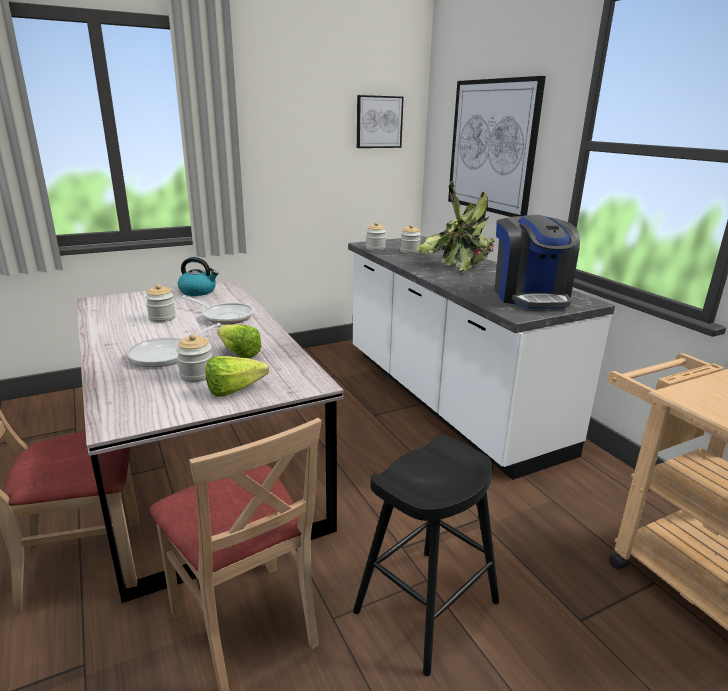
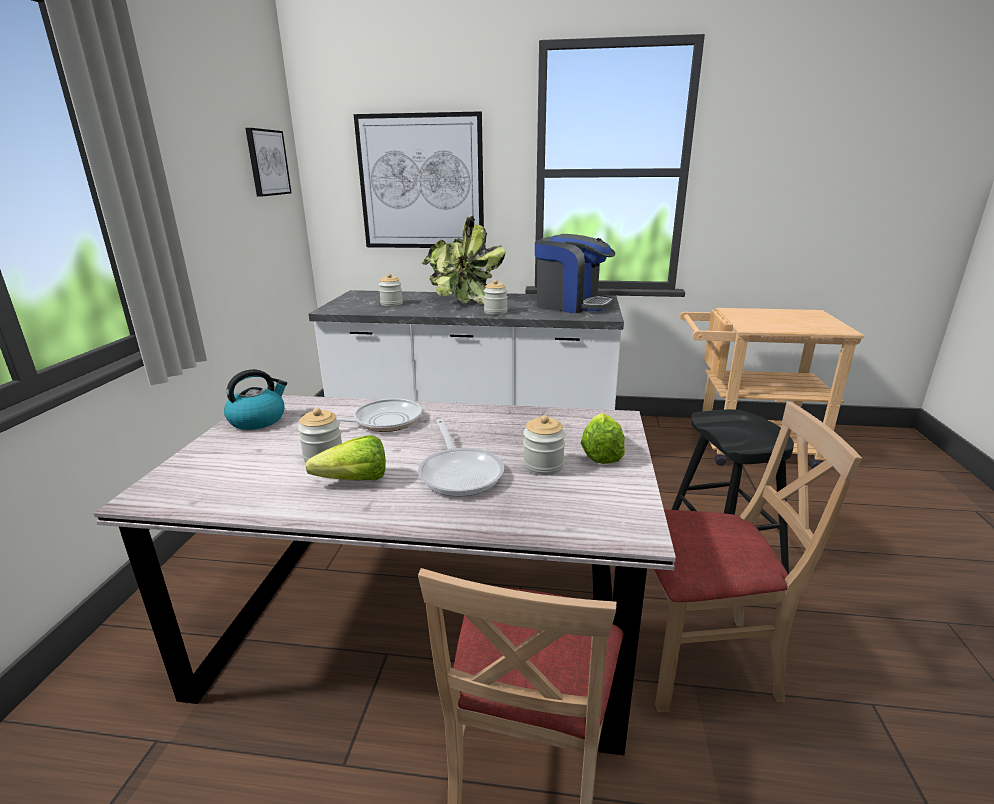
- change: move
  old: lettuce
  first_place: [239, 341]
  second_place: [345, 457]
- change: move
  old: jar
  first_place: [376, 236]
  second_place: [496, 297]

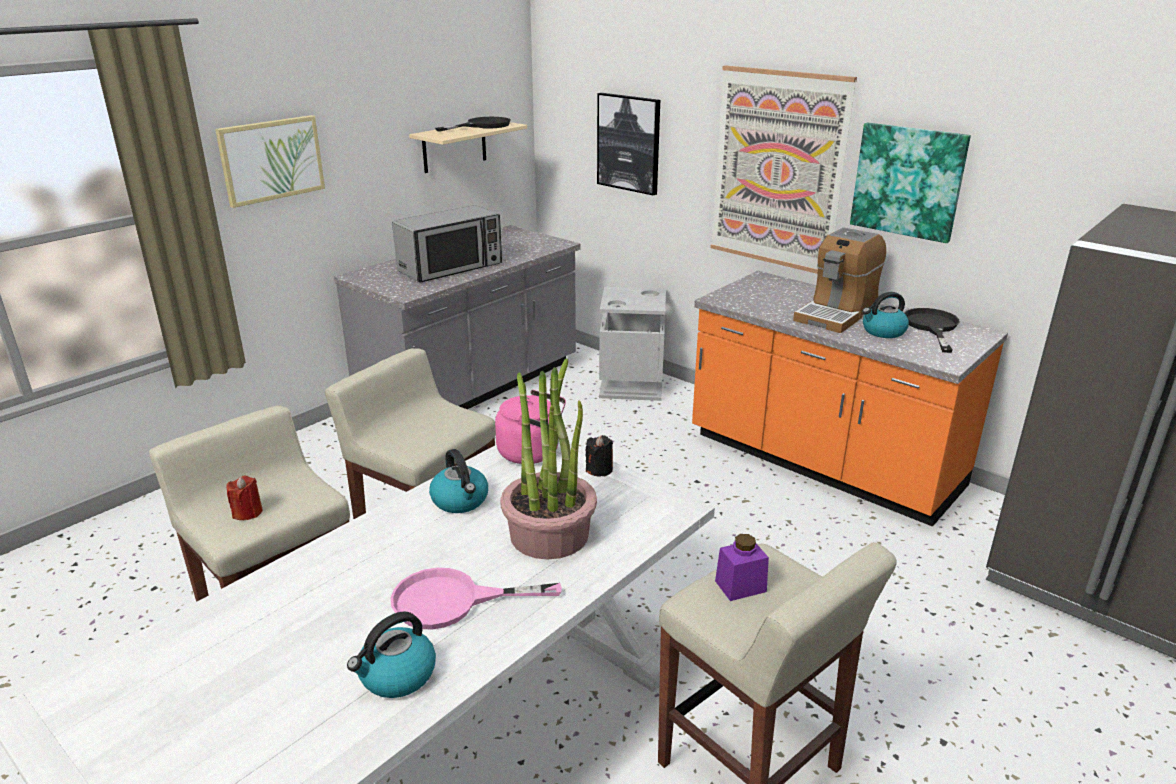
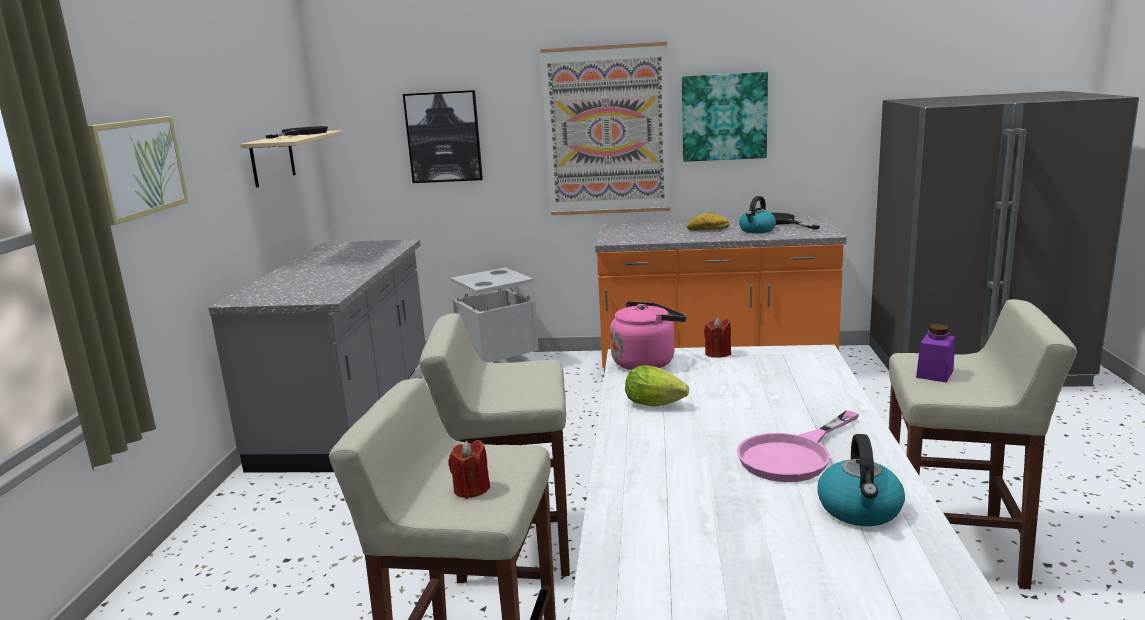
- change: replace
  old: kettle
  new: lettuce
  first_place: [458, 481]
  second_place: [657, 386]
- change: replace
  old: coffee machine
  new: bread
  first_place: [839, 280]
  second_place: [708, 221]
- change: recolor
  old: black candle
  new: red candle
  first_place: [599, 455]
  second_place: [717, 337]
- change: delete
  old: microwave
  first_place: [447, 244]
- change: delete
  old: potted plant
  first_place: [548, 459]

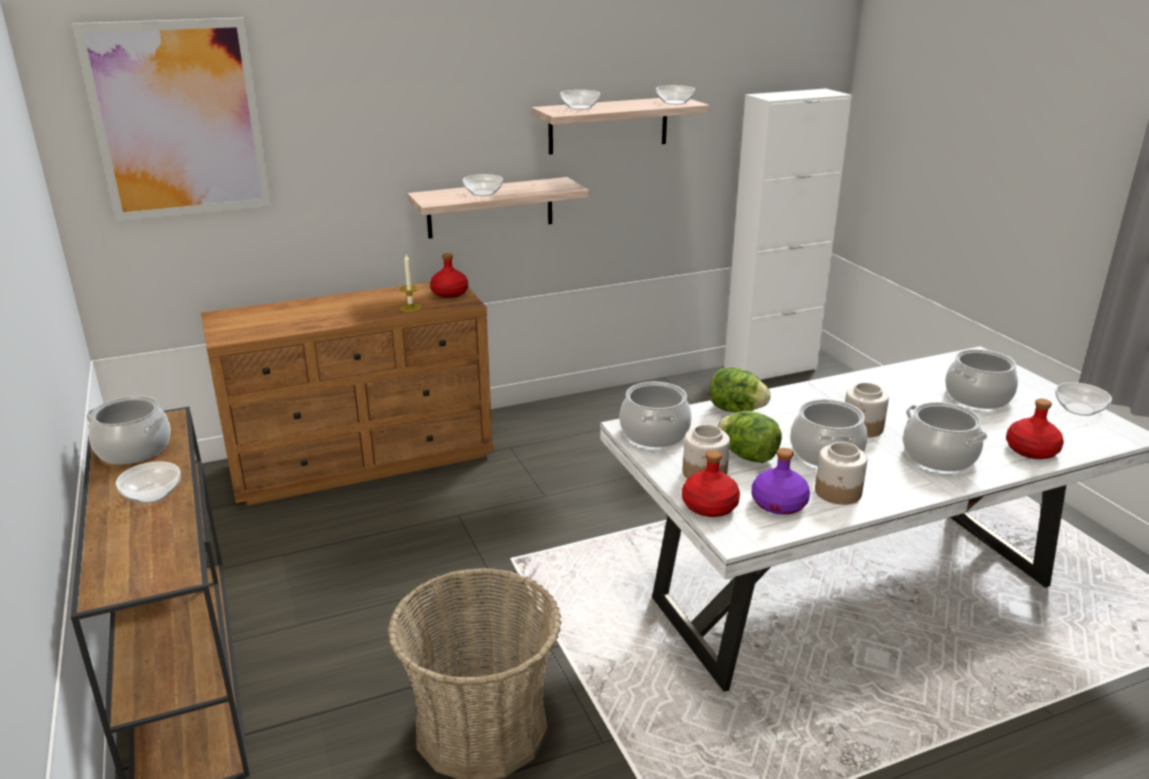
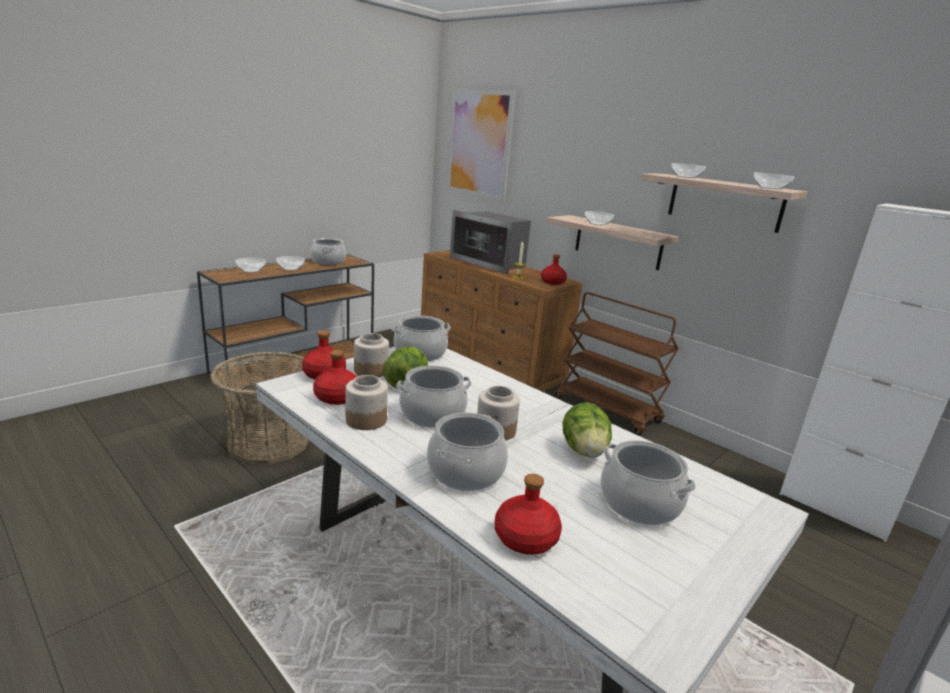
- change: move
  old: bowl
  first_place: [1083, 399]
  second_place: [250, 265]
- change: recolor
  old: purple bottle
  new: red bottle
  first_place: [780, 481]
  second_place: [335, 377]
- change: insert
  new: microwave
  second_place: [490, 242]
- change: insert
  new: brown cart
  second_place: [617, 363]
- change: move
  old: lettuce
  first_place: [740, 390]
  second_place: [587, 430]

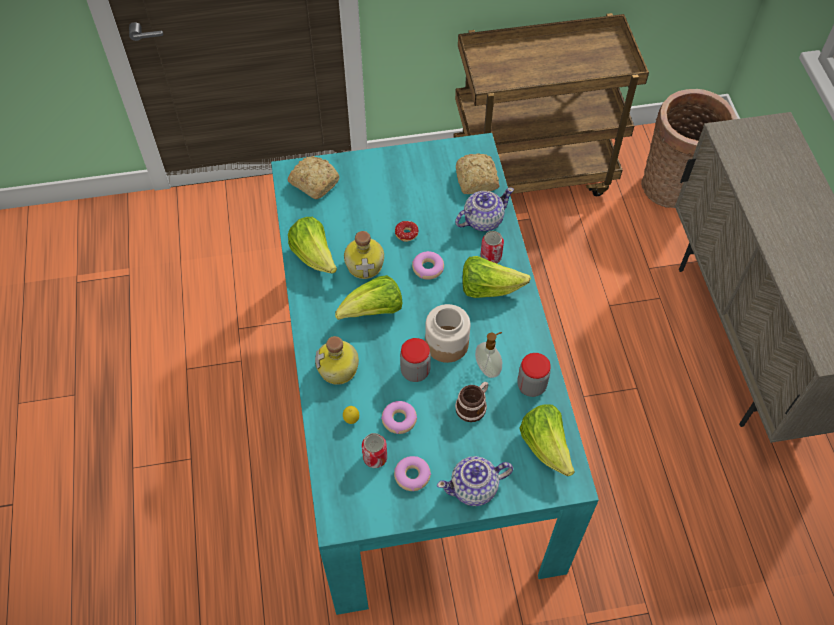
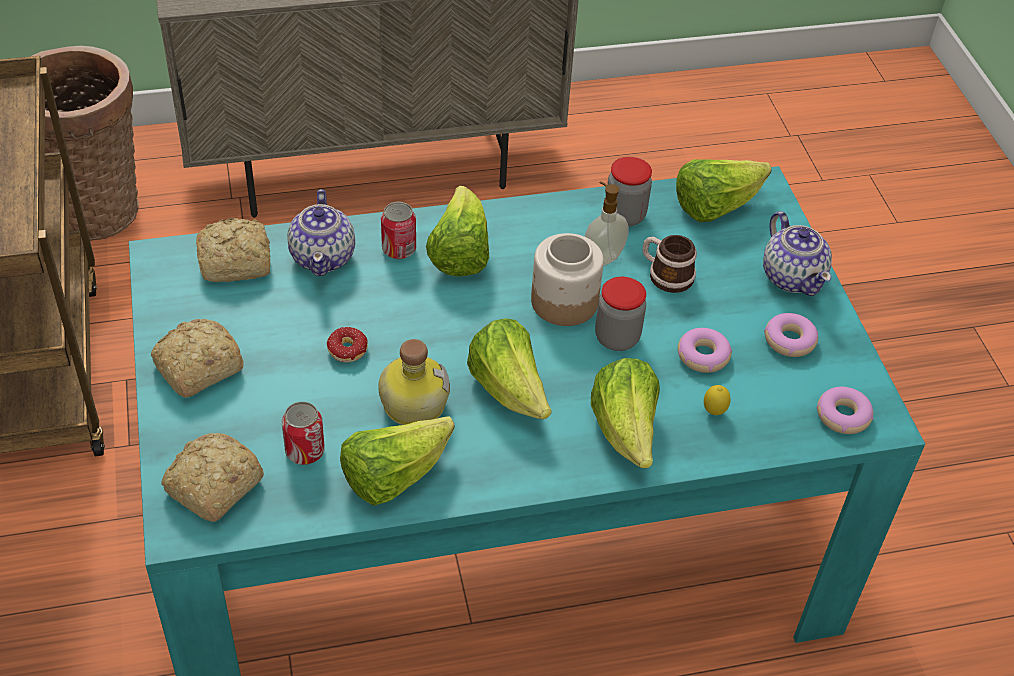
- change: insert
  new: bread
  second_place: [197, 358]
- change: move
  old: can
  first_place: [374, 450]
  second_place: [303, 433]
- change: rotate
  old: teapot
  first_place: [484, 209]
  second_place: [321, 233]
  degrees: -150
- change: replace
  old: bottle
  new: lettuce
  first_place: [337, 360]
  second_place: [625, 413]
- change: move
  old: donut
  first_place: [428, 265]
  second_place: [845, 410]

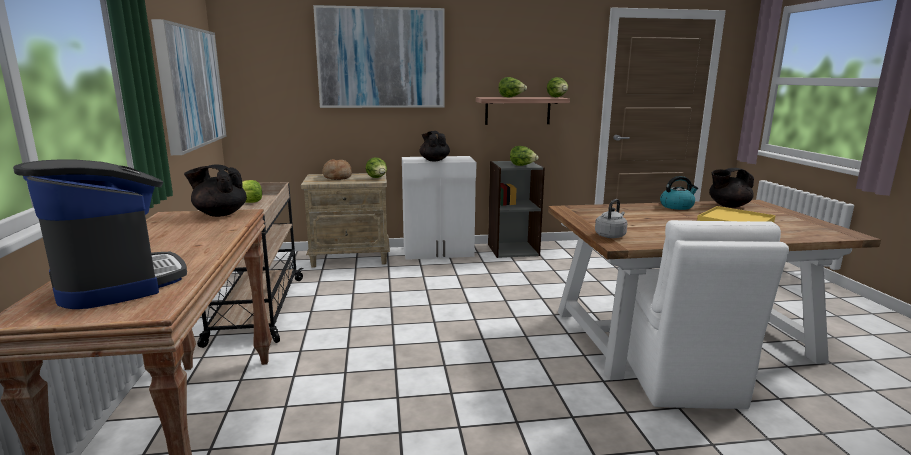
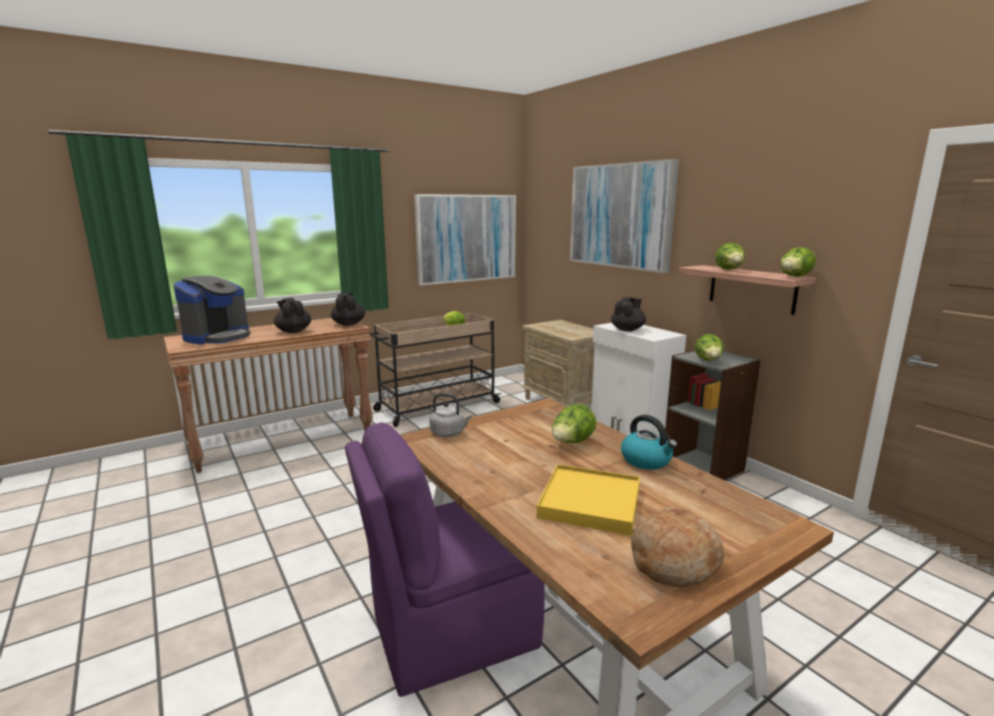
- change: move
  old: black teapot
  first_place: [731, 188]
  second_place: [292, 315]
- change: recolor
  old: white chair
  new: purple chair
  first_place: [708, 314]
  second_place: [445, 559]
- change: move
  old: lettuce
  first_place: [376, 167]
  second_place: [574, 423]
- change: move
  old: bread
  first_place: [337, 169]
  second_place: [677, 547]

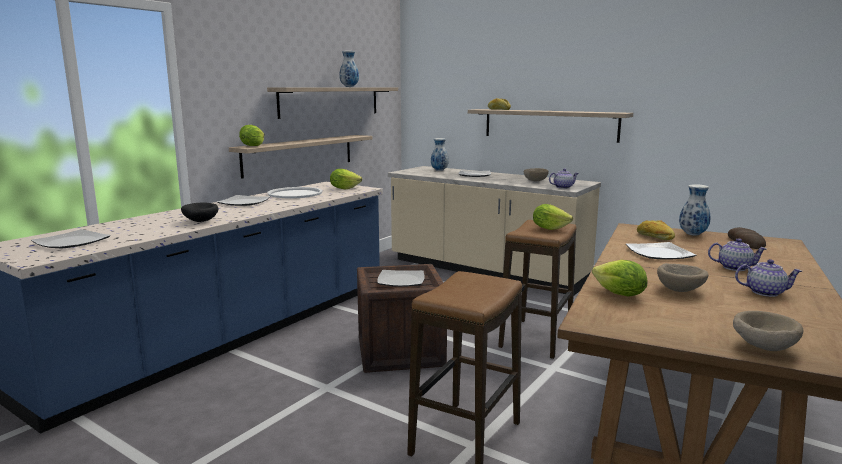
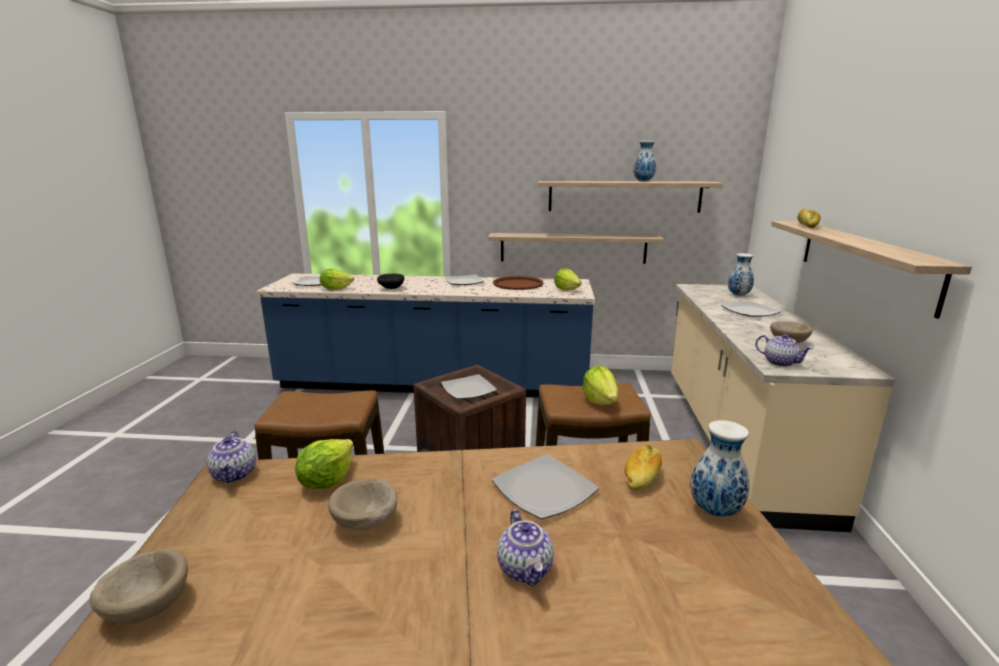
- change: move
  old: teapot
  first_place: [768, 278]
  second_place: [231, 457]
- change: move
  old: lettuce
  first_place: [252, 135]
  second_place: [337, 279]
- change: recolor
  old: white tray
  new: brown tray
  first_place: [295, 192]
  second_place: [518, 283]
- change: delete
  old: bread
  first_place: [747, 238]

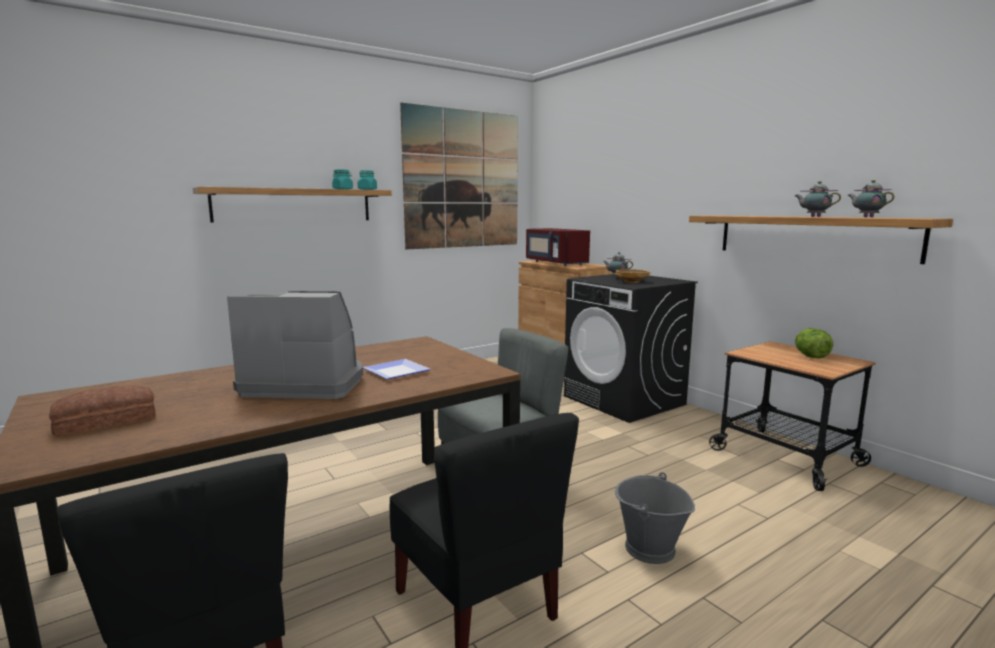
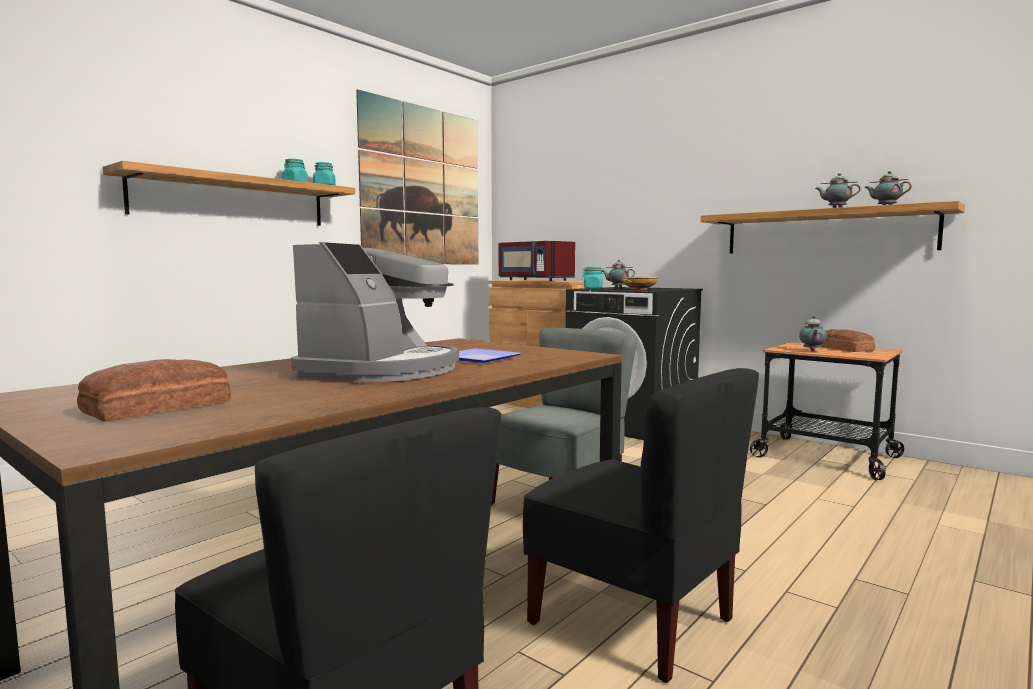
- change: rotate
  old: coffee machine
  first_place: [295, 345]
  second_place: [375, 312]
  degrees: 120
- change: insert
  new: turquoise jar
  second_place: [593, 278]
- change: insert
  new: teapot
  second_place: [813, 333]
- change: replace
  old: lettuce
  new: bread
  first_place: [814, 343]
  second_place: [848, 340]
- change: delete
  old: grey bucket
  first_place: [655, 518]

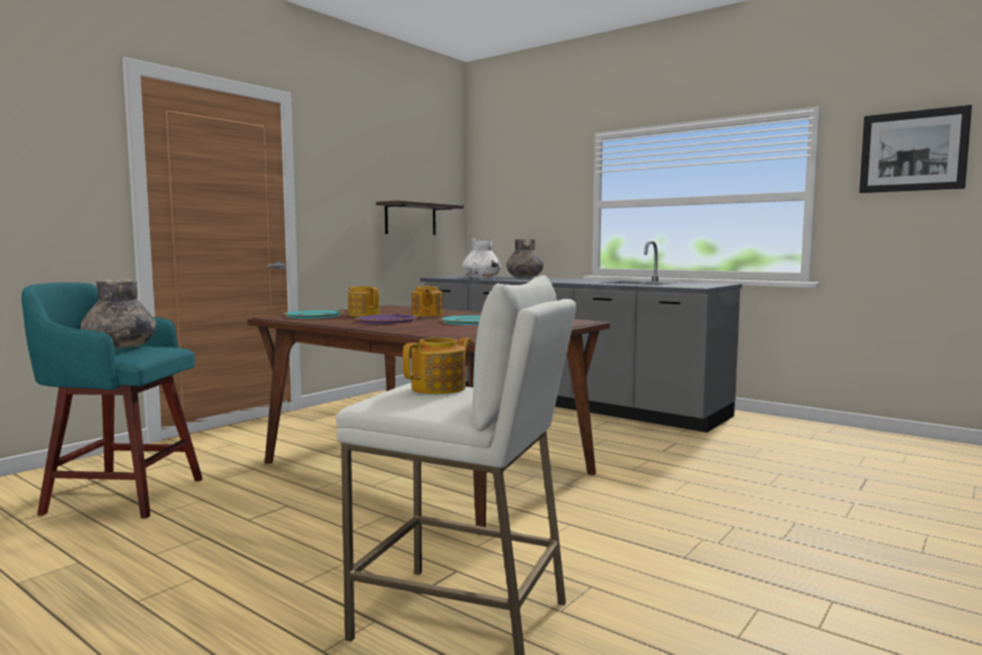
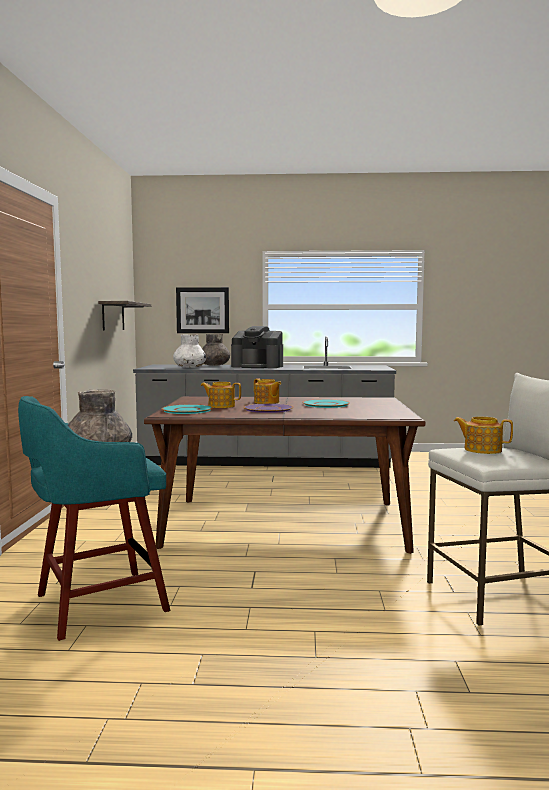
- change: move
  old: picture
  first_place: [915, 149]
  second_place: [202, 310]
- change: insert
  new: coffee machine
  second_place: [257, 347]
- change: rotate
  old: teapot
  first_place: [437, 365]
  second_place: [483, 435]
  degrees: -75

